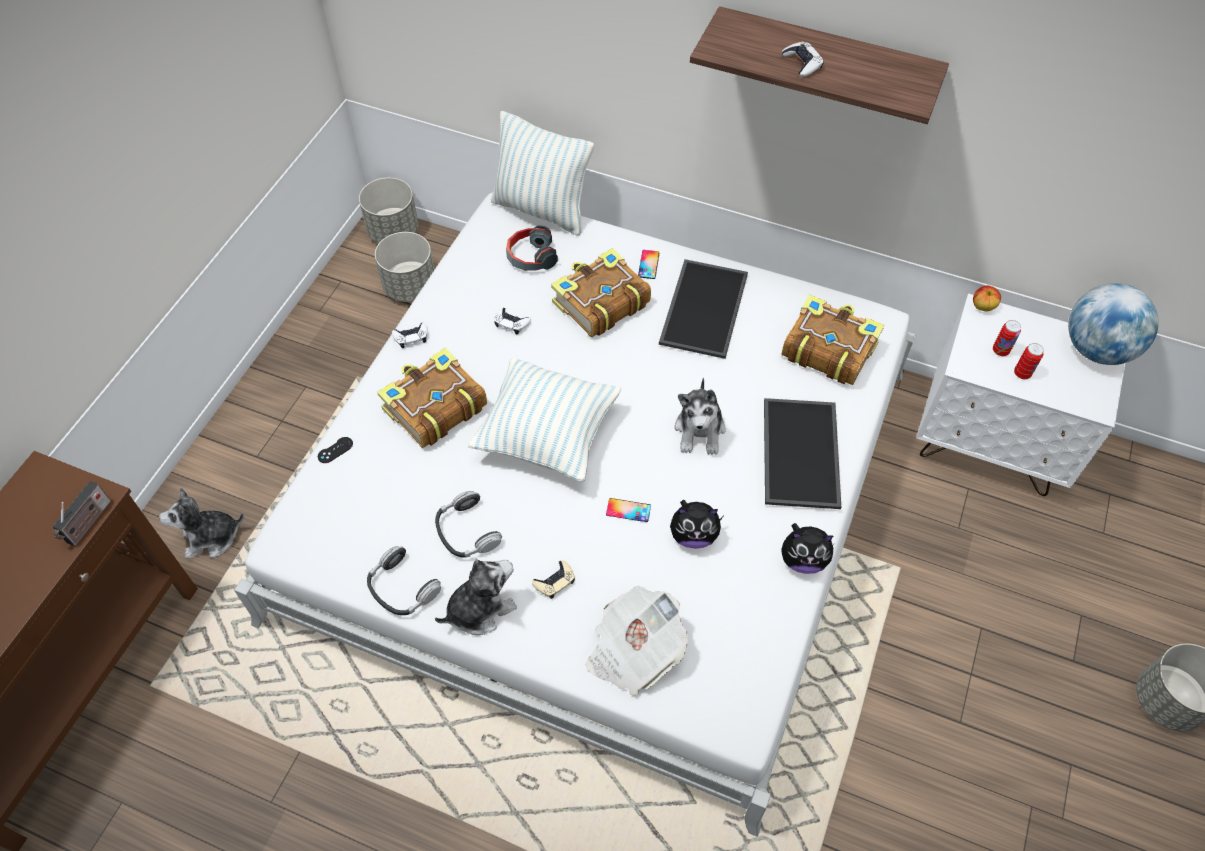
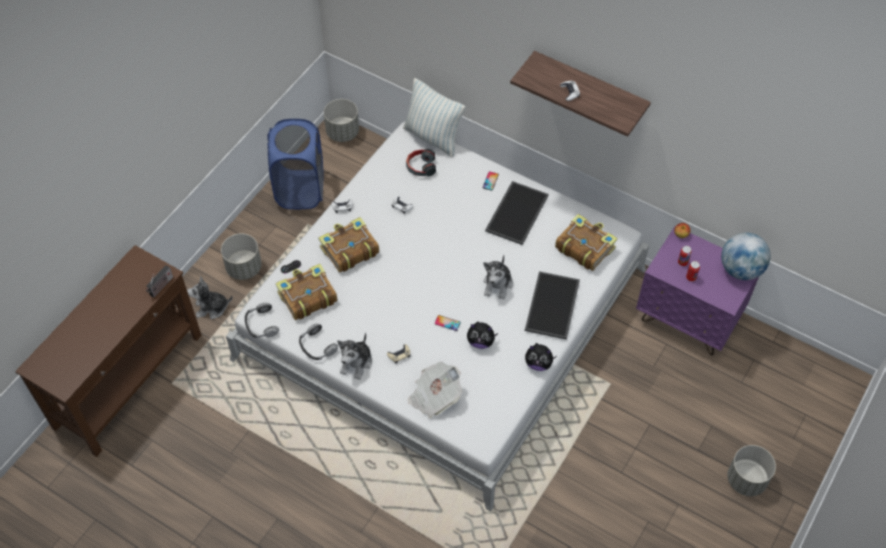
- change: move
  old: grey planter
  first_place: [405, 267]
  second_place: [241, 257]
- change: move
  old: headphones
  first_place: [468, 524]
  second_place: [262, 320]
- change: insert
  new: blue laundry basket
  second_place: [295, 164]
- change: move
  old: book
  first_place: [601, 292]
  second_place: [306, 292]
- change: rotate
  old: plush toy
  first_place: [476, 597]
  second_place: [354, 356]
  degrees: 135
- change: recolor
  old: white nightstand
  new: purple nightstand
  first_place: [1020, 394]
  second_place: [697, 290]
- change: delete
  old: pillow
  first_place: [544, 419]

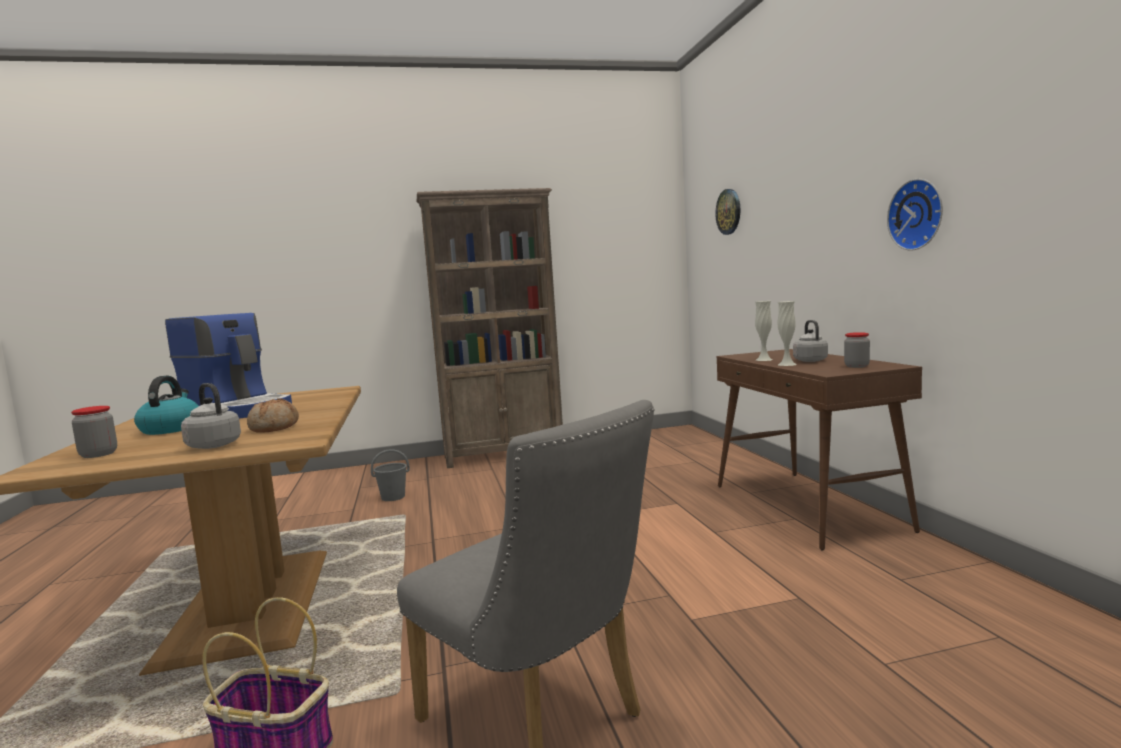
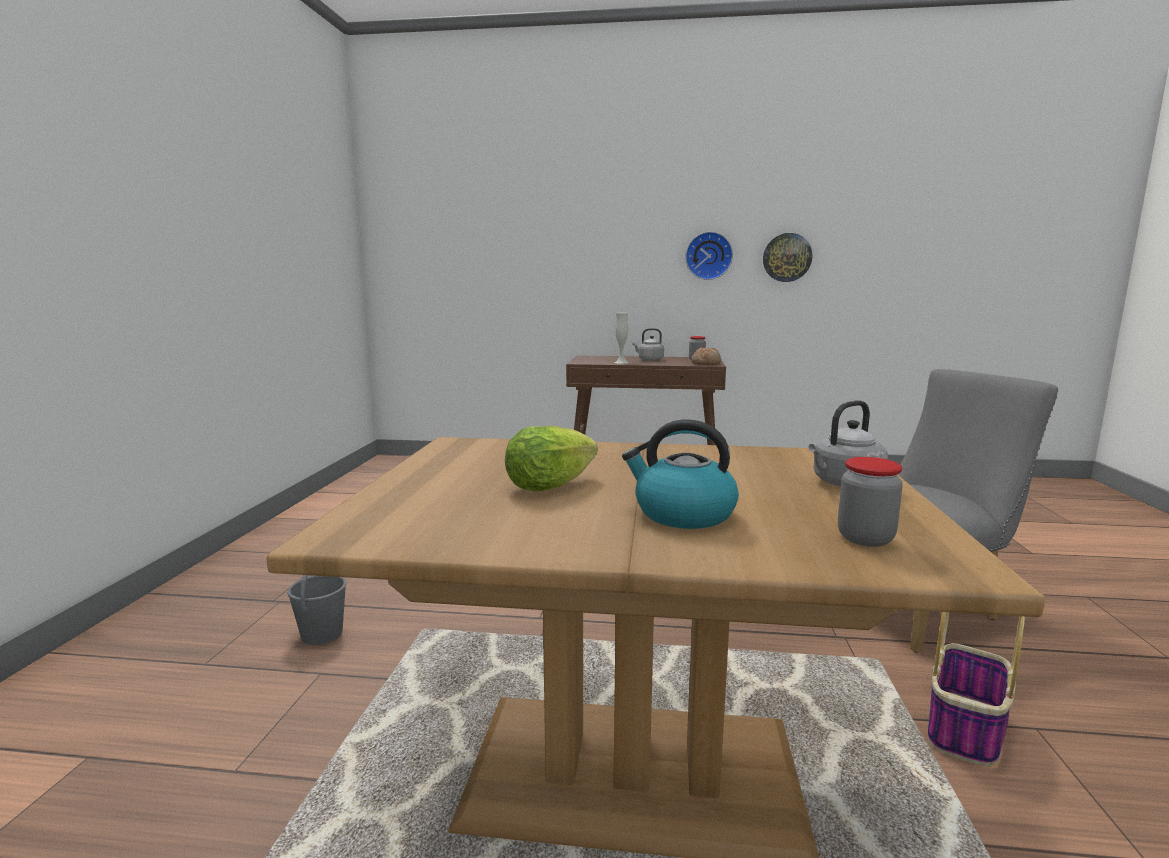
- change: replace
  old: coffee machine
  new: lettuce
  first_place: [228, 365]
  second_place: [551, 459]
- change: move
  old: bread
  first_place: [273, 415]
  second_place: [706, 356]
- change: move
  old: wall clock
  first_place: [727, 212]
  second_place: [787, 257]
- change: delete
  old: brown bookcase
  first_place: [490, 328]
- change: delete
  old: white vase
  first_place: [787, 333]

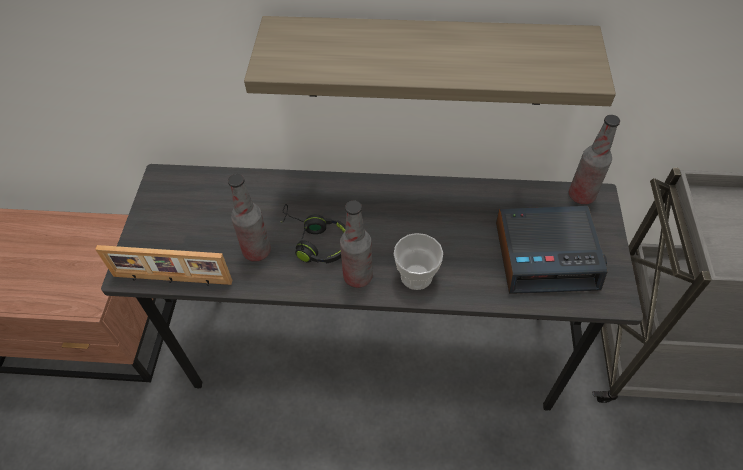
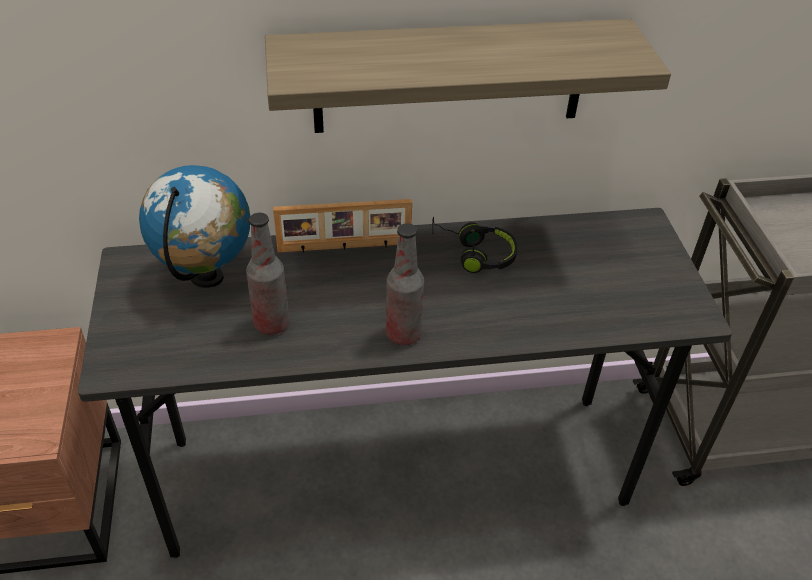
- change: insert
  new: globe
  second_place: [194, 226]
- change: move
  old: picture frame
  first_place: [164, 265]
  second_place: [342, 226]
- change: move
  old: black headphones
  first_place: [313, 234]
  second_place: [474, 245]
- change: delete
  old: cup
  first_place: [418, 261]
- change: delete
  old: alarm clock
  first_place: [552, 250]
- change: delete
  old: bottle
  first_place: [594, 160]

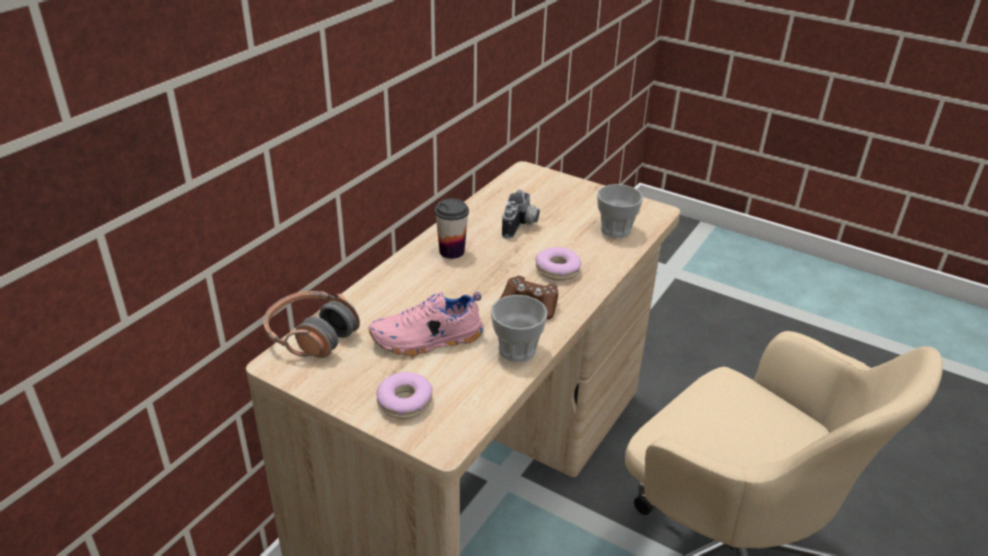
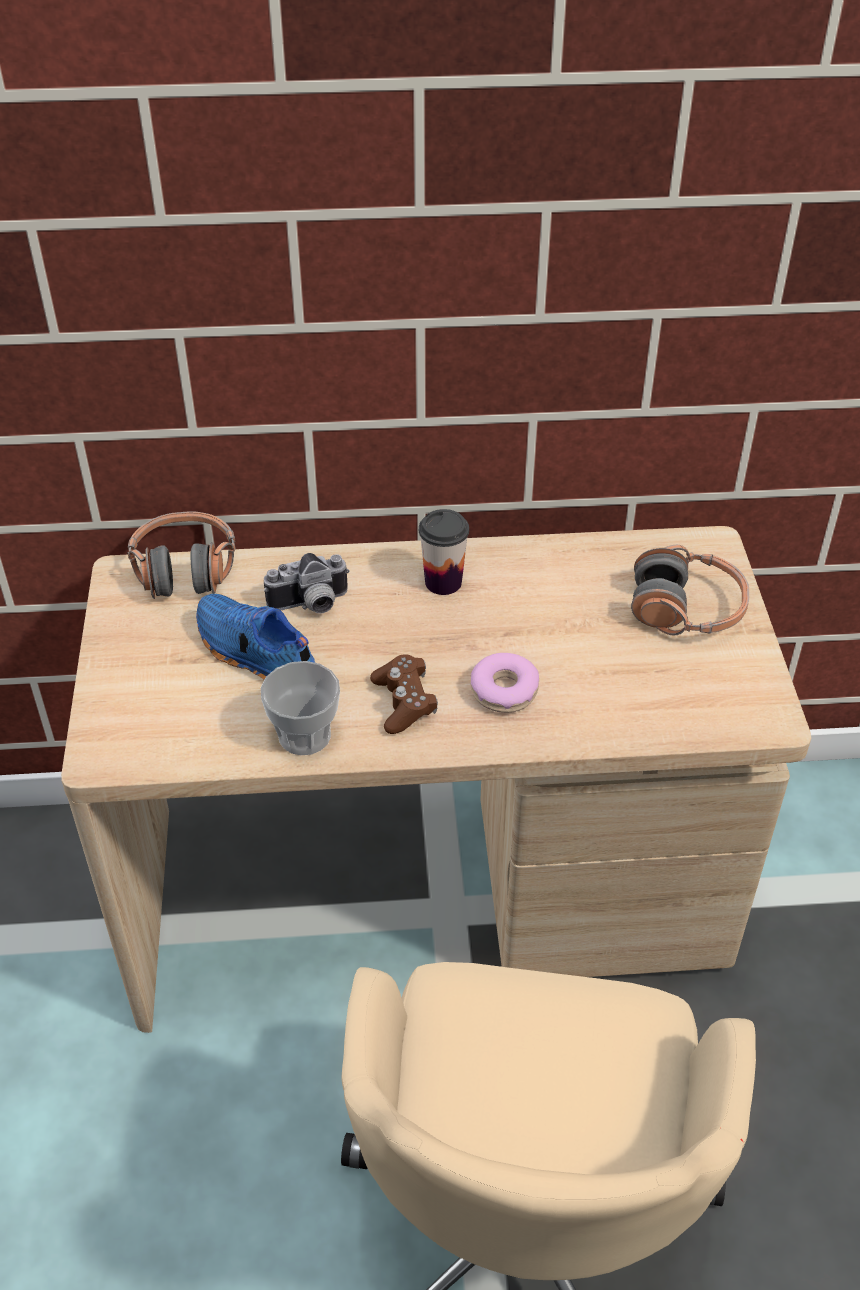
- change: recolor
  old: pink shoe
  new: blue shoe
  first_place: [426, 324]
  second_place: [255, 637]
- change: move
  old: photo camera
  first_place: [520, 214]
  second_place: [306, 583]
- change: insert
  new: headphones
  second_place: [690, 590]
- change: delete
  old: donut
  first_place: [404, 395]
- change: delete
  old: cup
  first_place: [620, 211]

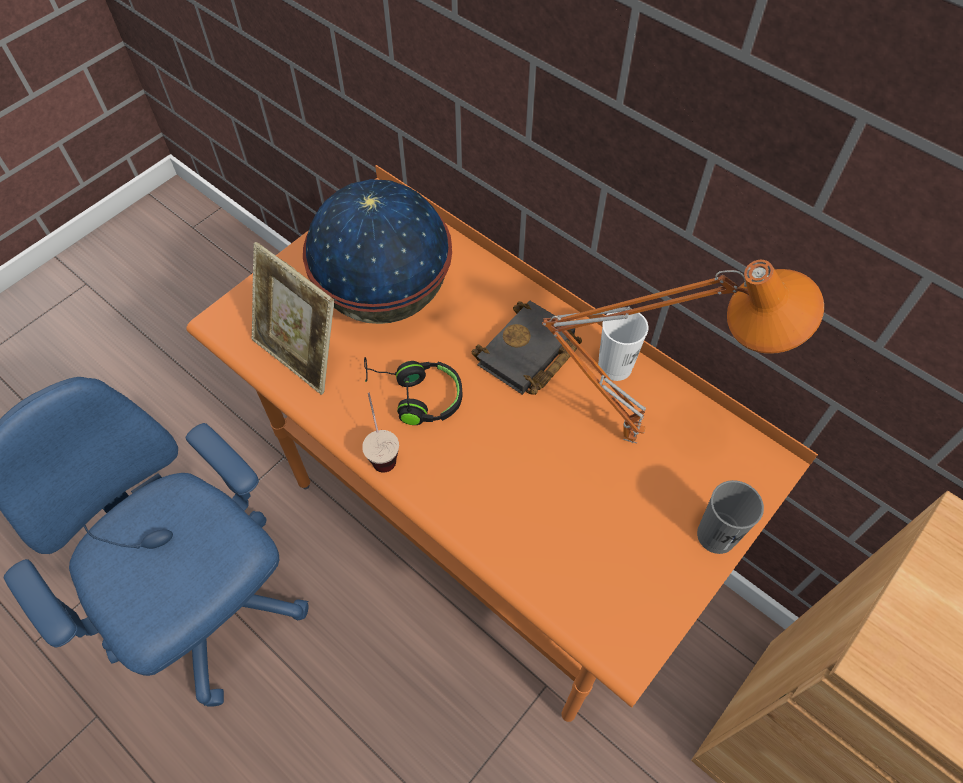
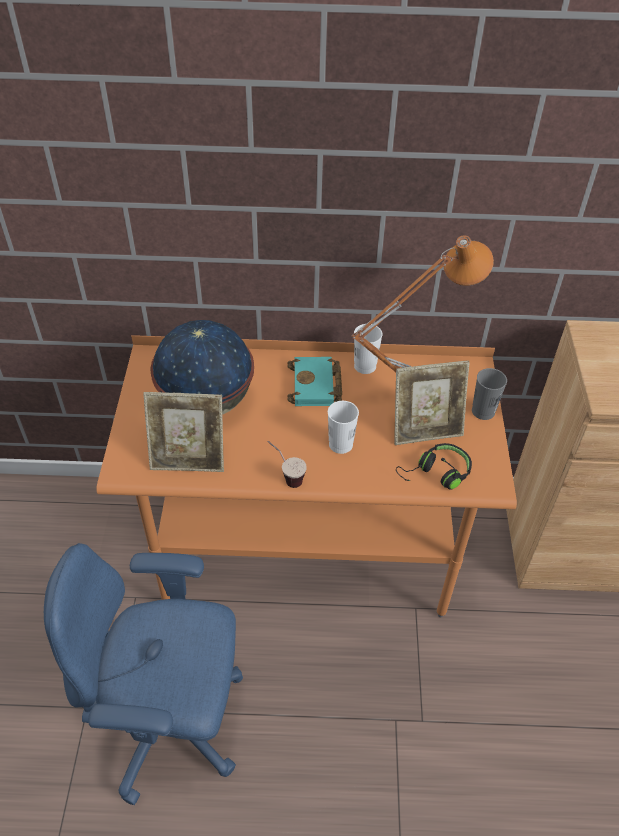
- change: recolor
  old: black book
  new: turquoise book
  first_place: [526, 348]
  second_place: [315, 381]
- change: insert
  new: white cup
  second_place: [343, 427]
- change: insert
  new: picture frame
  second_place: [432, 402]
- change: move
  old: black headphones
  first_place: [413, 391]
  second_place: [434, 466]

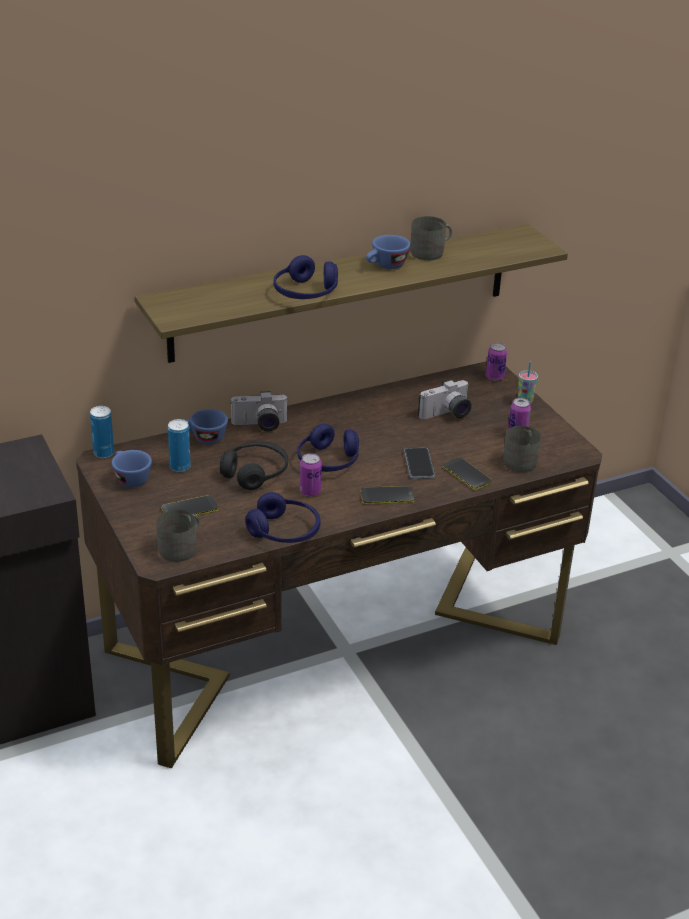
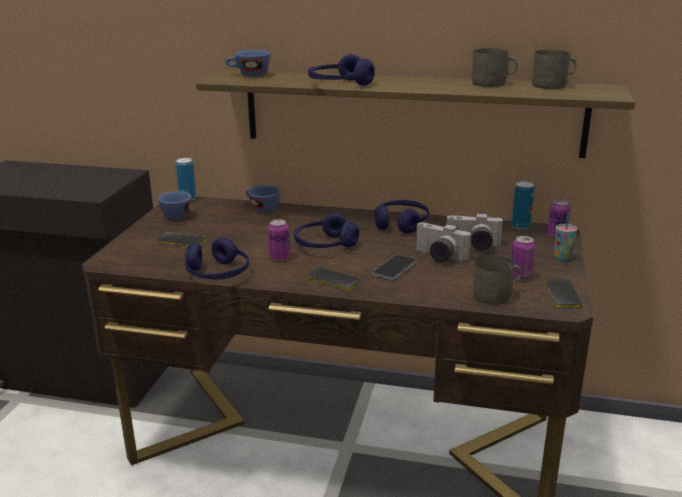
- change: move
  old: blue cup
  first_place: [388, 252]
  second_place: [248, 63]
- change: insert
  new: blue headphones
  second_place: [402, 216]
- change: move
  old: photo camera
  first_place: [259, 411]
  second_place: [443, 242]
- change: move
  old: can
  first_place: [179, 445]
  second_place: [523, 205]
- change: move
  old: grey mug
  first_place: [178, 536]
  second_place: [554, 69]
- change: move
  old: phone
  first_place: [467, 473]
  second_place: [564, 293]
- change: delete
  old: black headphones
  first_place: [254, 466]

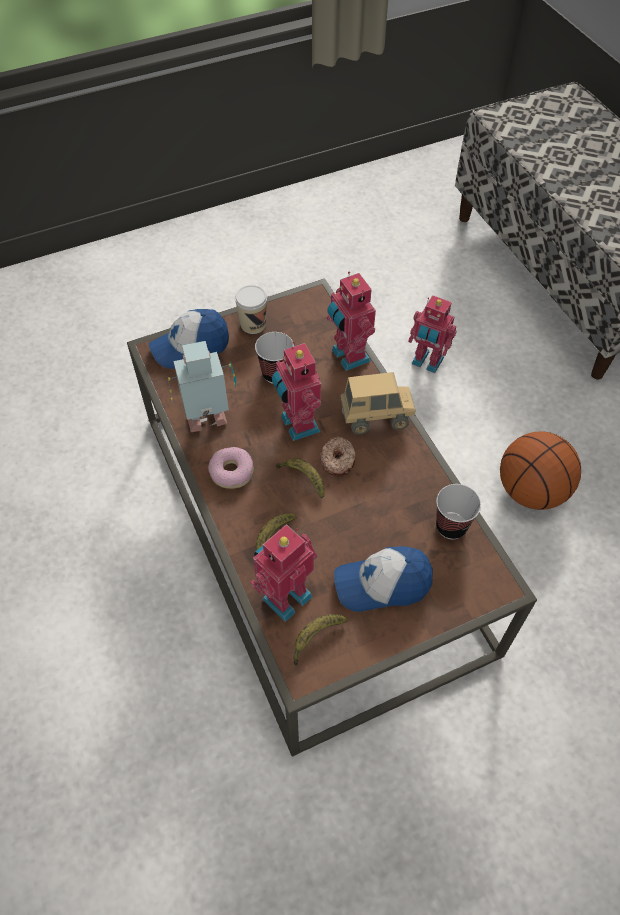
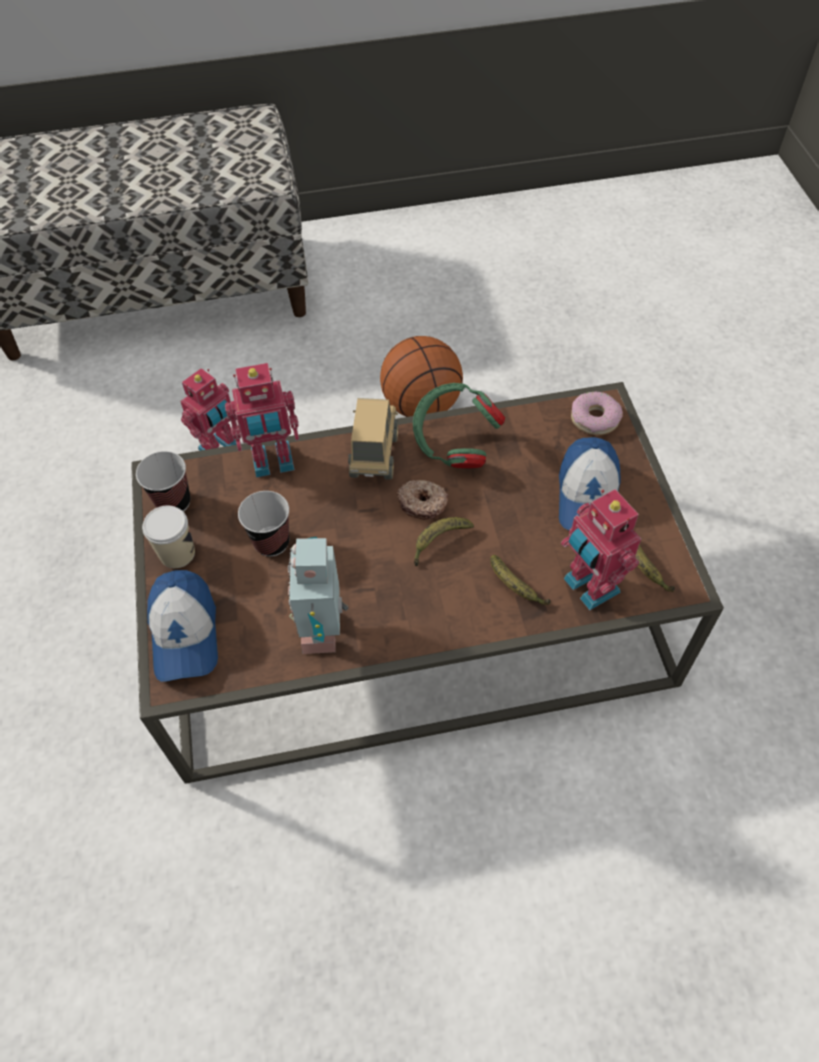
- change: move
  old: cup
  first_place: [458, 511]
  second_place: [163, 481]
- change: insert
  new: green headphones
  second_place: [459, 426]
- change: move
  old: donut
  first_place: [231, 468]
  second_place: [597, 413]
- change: delete
  old: toy robot
  first_place: [296, 391]

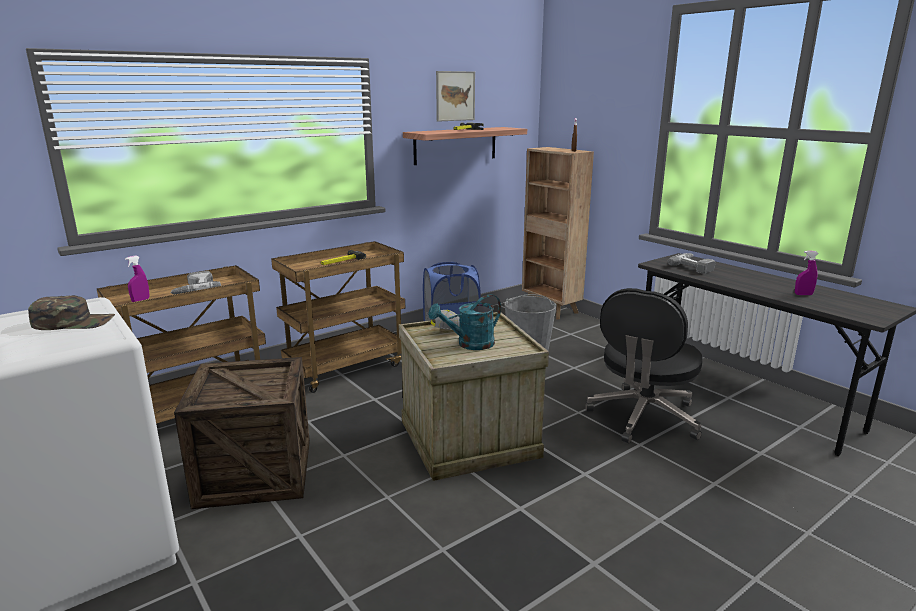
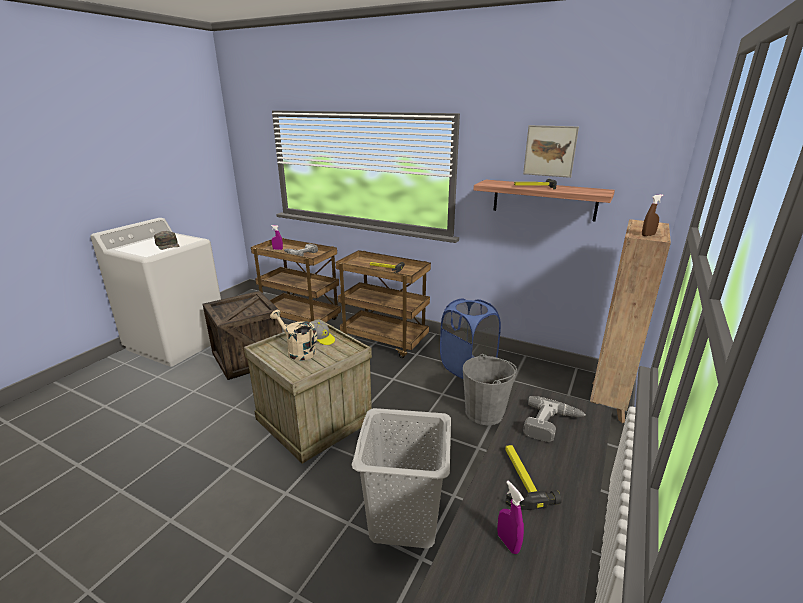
- change: recolor
  old: turquoise watering can
  new: beige watering can
  first_place: [464, 322]
  second_place: [293, 335]
- change: replace
  old: black office chair
  new: grey laundry basket
  first_place: [644, 365]
  second_place: [401, 478]
- change: insert
  new: hammer
  second_place: [533, 477]

